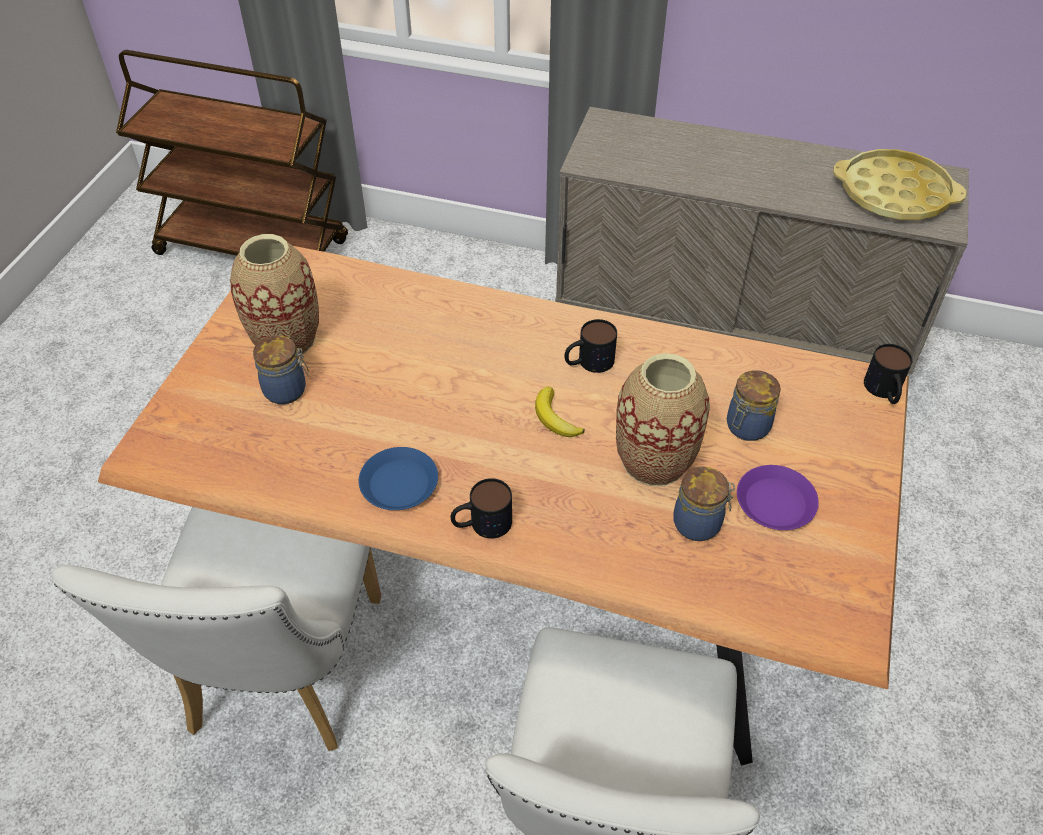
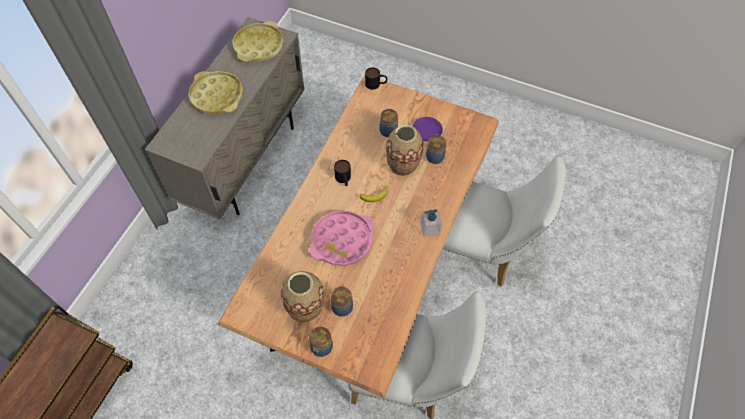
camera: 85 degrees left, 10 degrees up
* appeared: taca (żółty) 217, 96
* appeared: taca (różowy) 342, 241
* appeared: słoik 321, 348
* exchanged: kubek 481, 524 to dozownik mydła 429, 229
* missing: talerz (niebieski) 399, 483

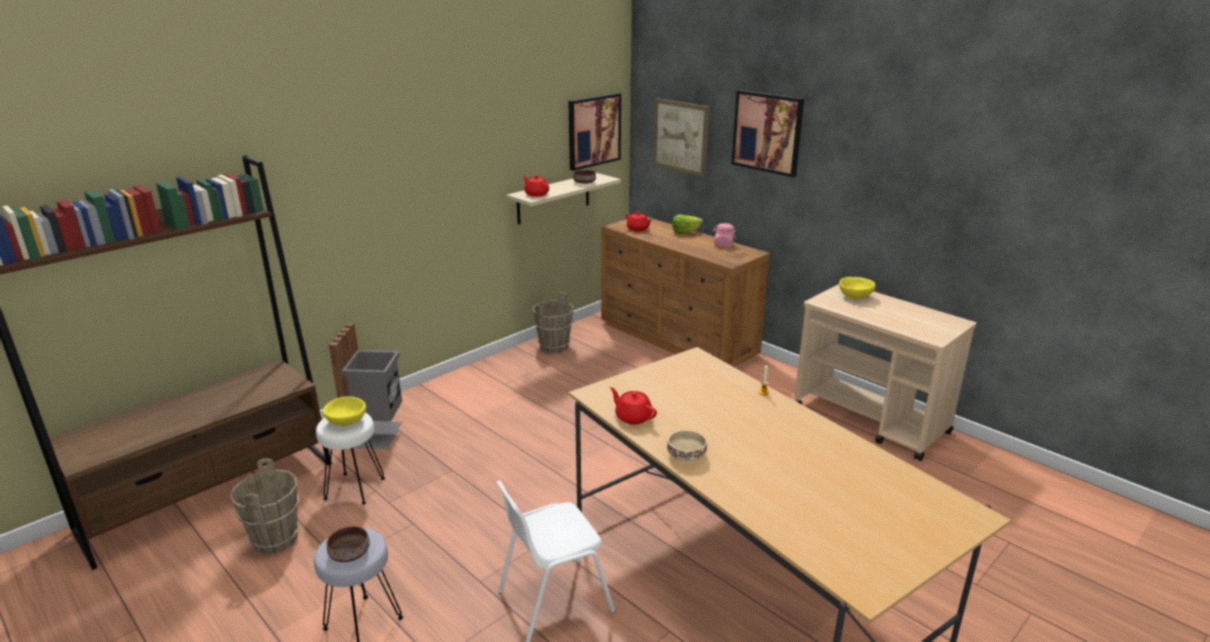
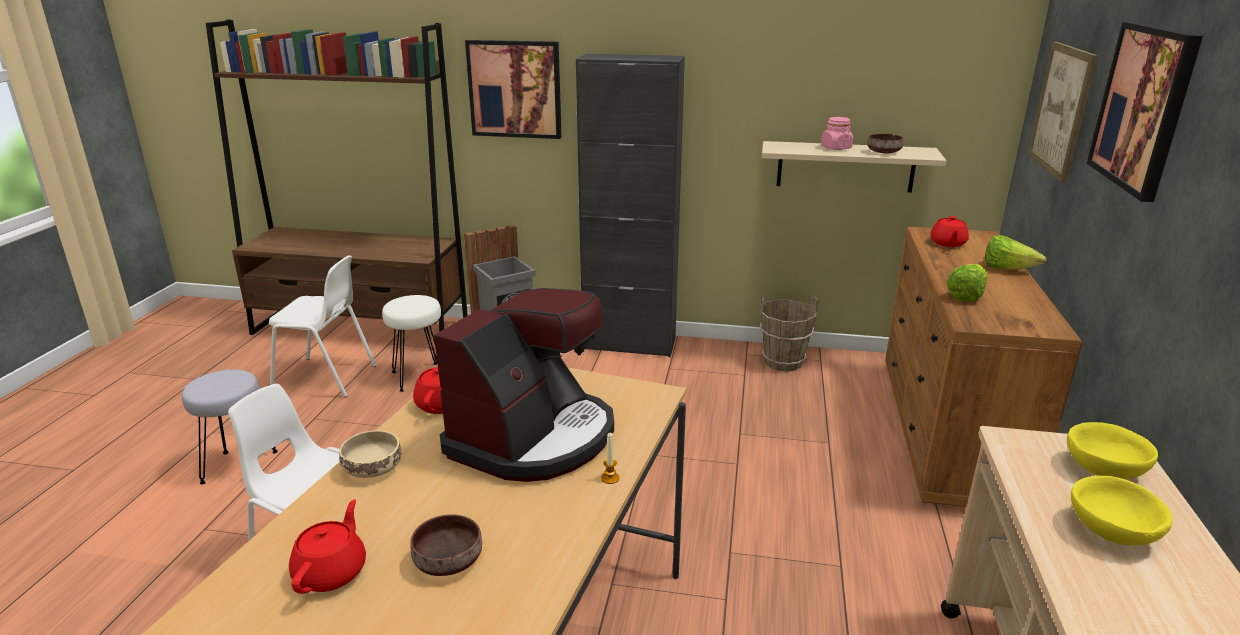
camera: 55 degrees right, 0 degrees up
* exchanged: wiadro (brązowy) 276, 539 to krzesło (biały) 326, 378
* relocated: imbryk (czerwony) 536, 194 to 332, 572
* relocated: miska (brązowy) 349, 553 to 448, 559
* appeared: ekspres do kawy 534, 437
* relocated: obraz 593, 131 to 515, 89
* appeared: szafka (czarny) 629, 344
* relocated: słoik (różowy) 723, 245 to 835, 148
* appeared: sałata 966, 295
* relocated: miska (żółty) 346, 422 to 1110, 532

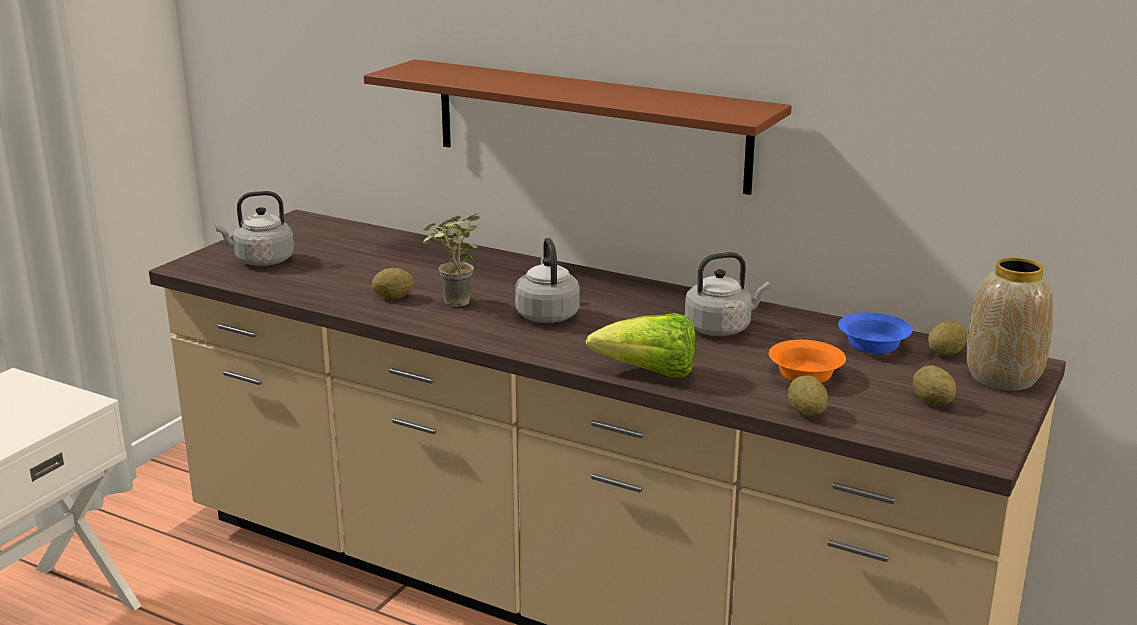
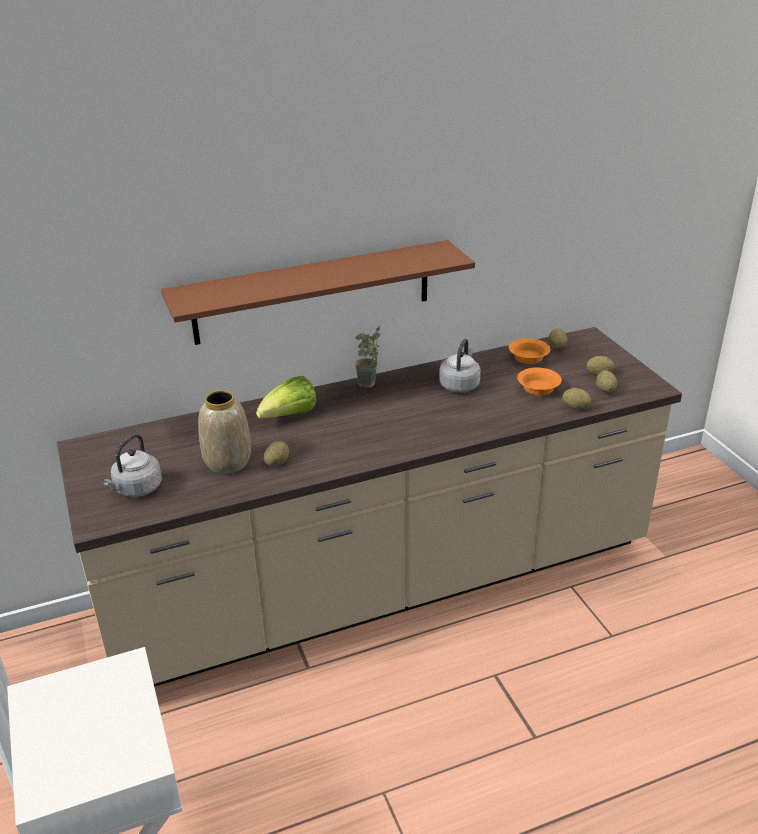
camera: 50 degrees left, 10 degrees up
* relocated: wazon 1003, 378 to 228, 463
* relocated: sałata 650, 374 to 289, 416
* relocated: roślina doniczkowa 452, 305 to 368, 386
* colour: miska (niebieski) 874, 345 to miska (pomarańczowy) 528, 358
* appeared: ziemniak 605, 390
* missing: czajnik (szary) 547, 314

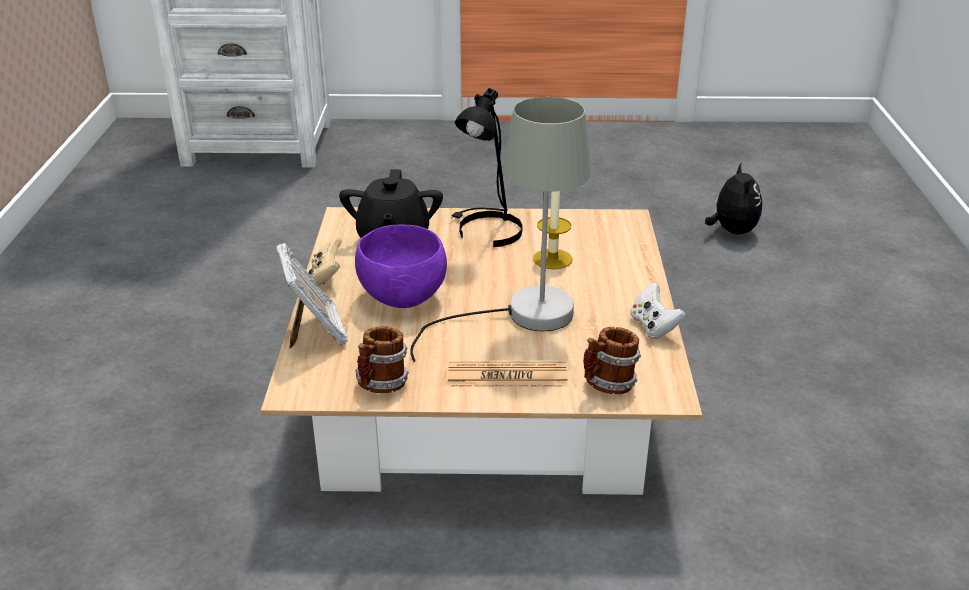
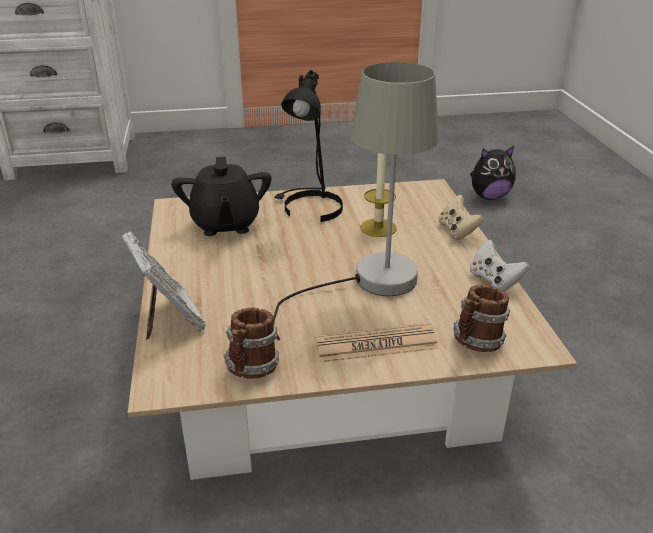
camera: 10 degrees left, 0 degrees up
* relocated: pad do gier (beżowy) 326, 276 to 457, 231
* spun: pluszak 731, 231 = 489, 196 90 degrees clockwise
* missing: miska (fioletowy) 402, 297

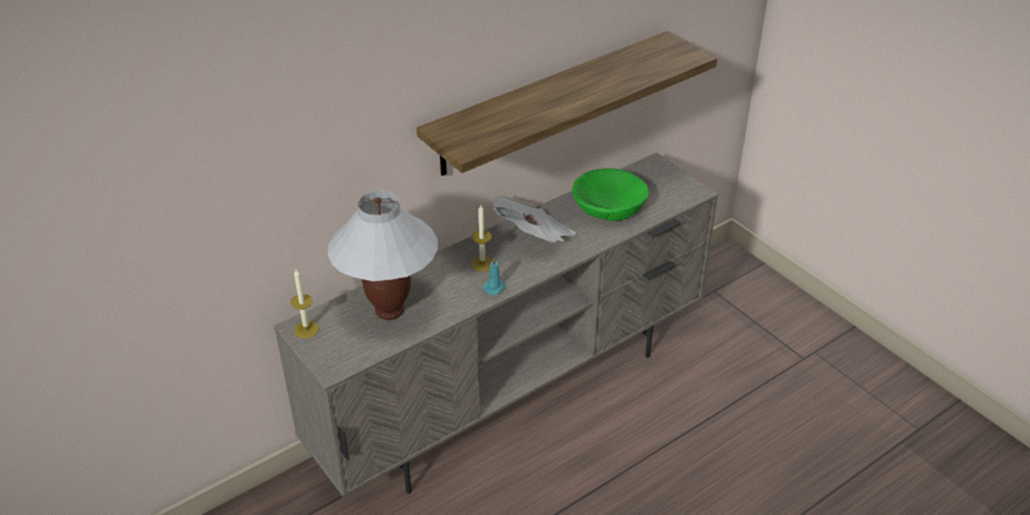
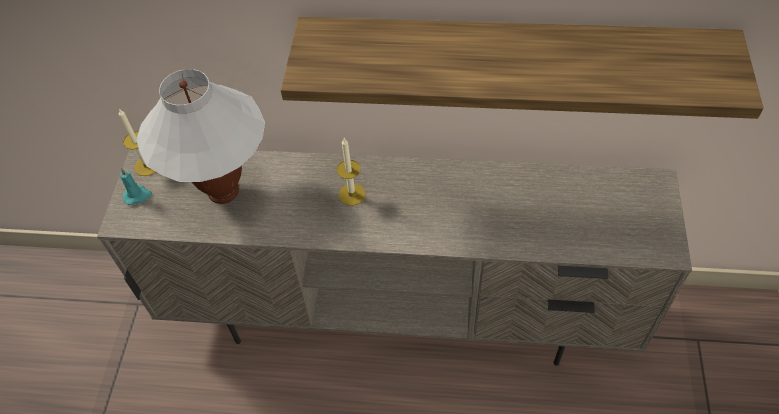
camera: 45 degrees right, 15 degrees up
* relocated: świeca (turkusowy) 495, 287 to 138, 196
* missing: gazeta 534, 237
* missing: miska (zielony) 609, 207

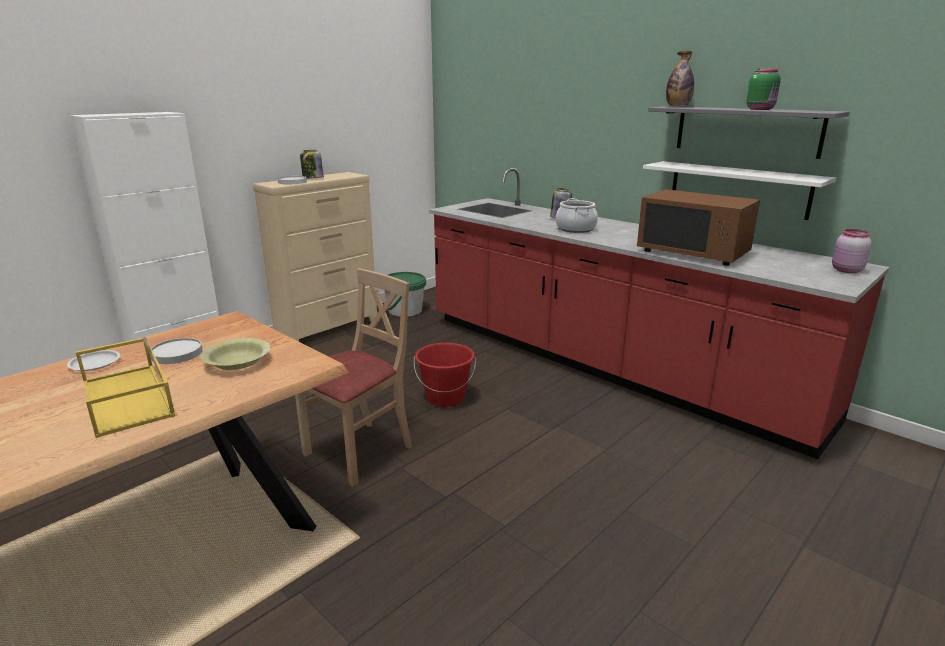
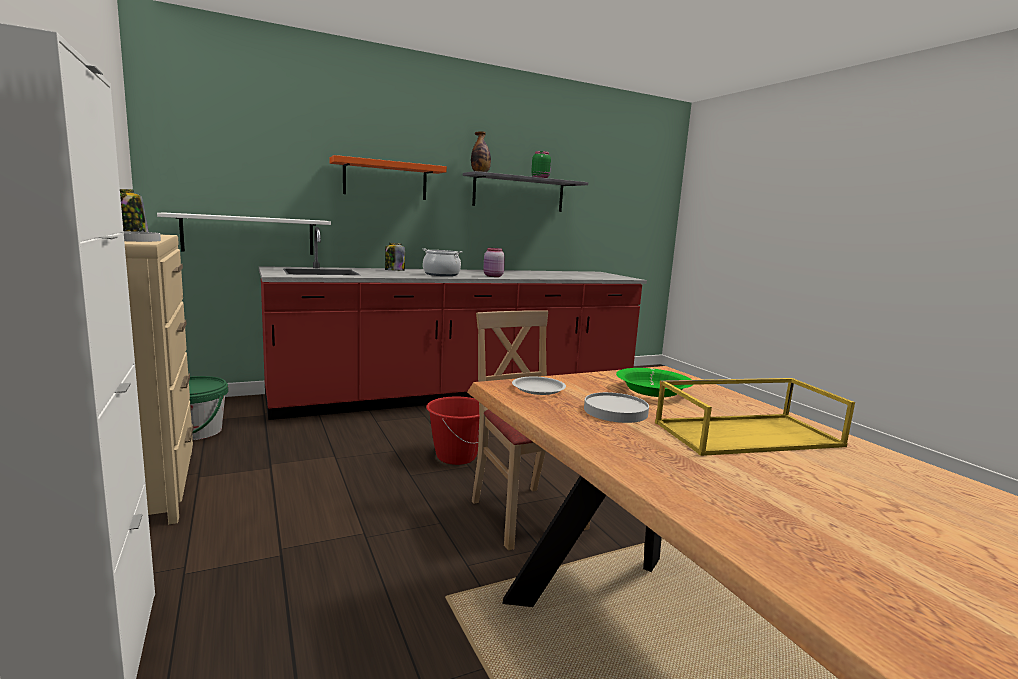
camera: 70 degrees left, 10 degrees down
* relocated: półka (biały) 738, 189 to 249, 235
* appeared: półka (pomarańczowy) 385, 180
* relocated: słoik (różowy) 846, 270 to 493, 276
* relocated: talerz (biały) 95, 364 to 539, 389
* colour: miska (żółty) 237, 362 to miska (zielony) 653, 391
* missing: mikrofalówka (brązowy) 693, 253

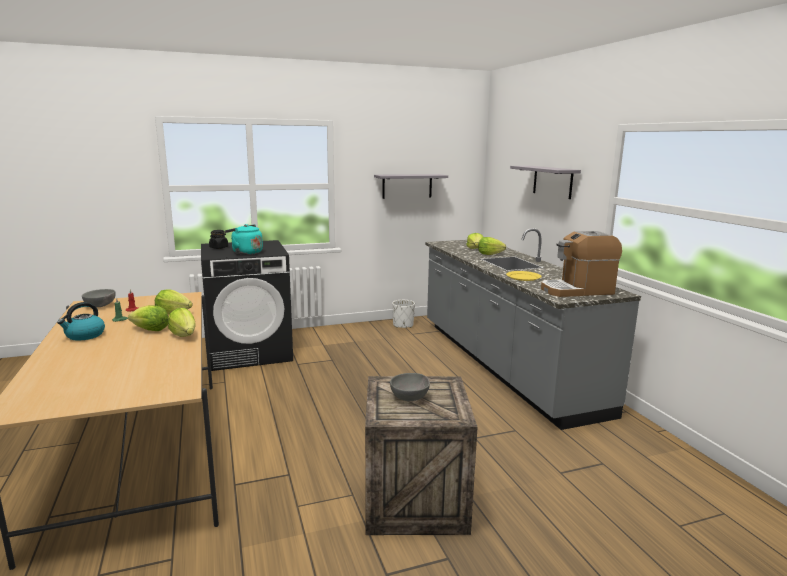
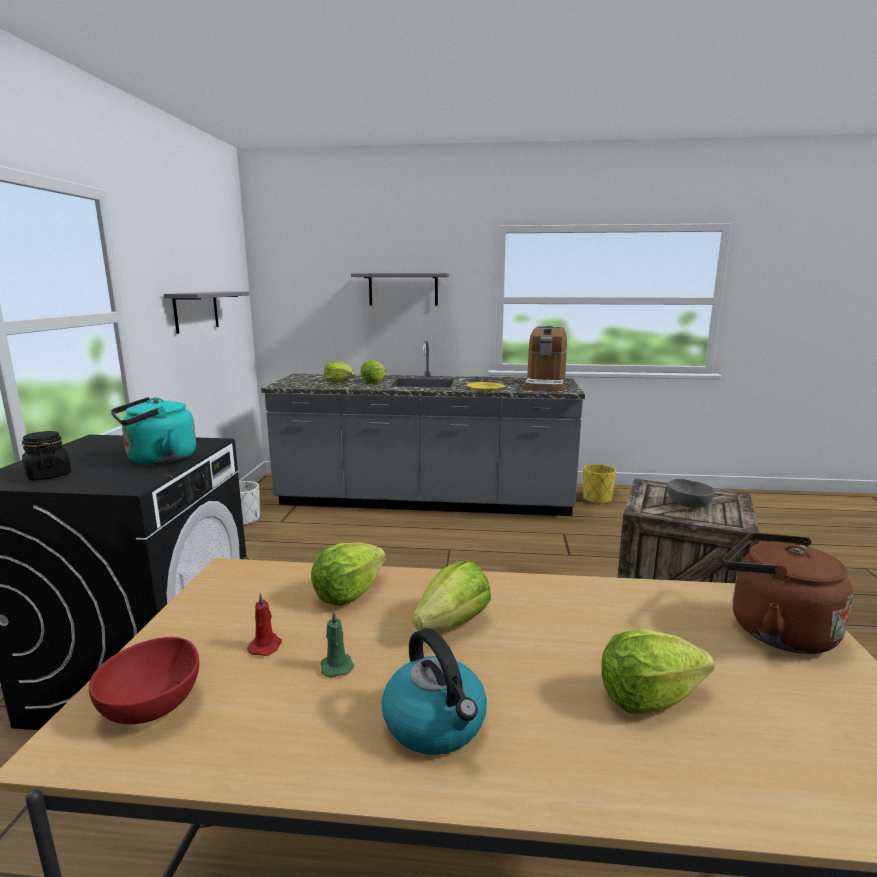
camera: 65 degrees left, 0 degrees up
* colour: miska (szary) 100, 306 to miska (czerwony) 155, 705
* appeared: donica (żółty) 597, 499
* relocated: sałata 184, 335 to 648, 697
* appeared: czajnik (brązowy) 774, 630

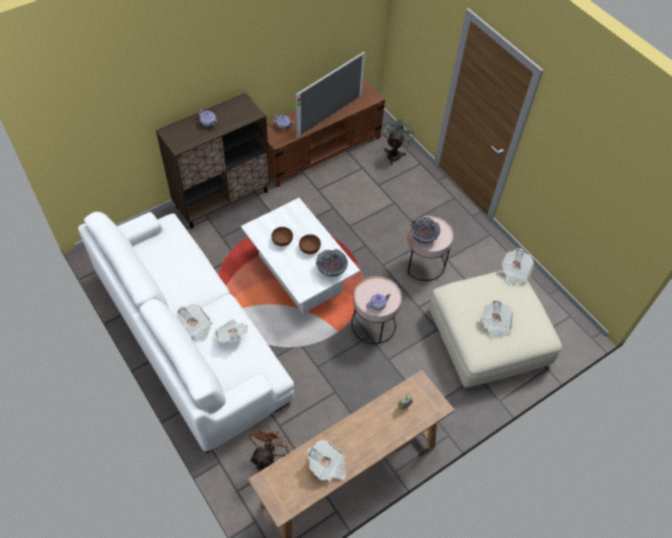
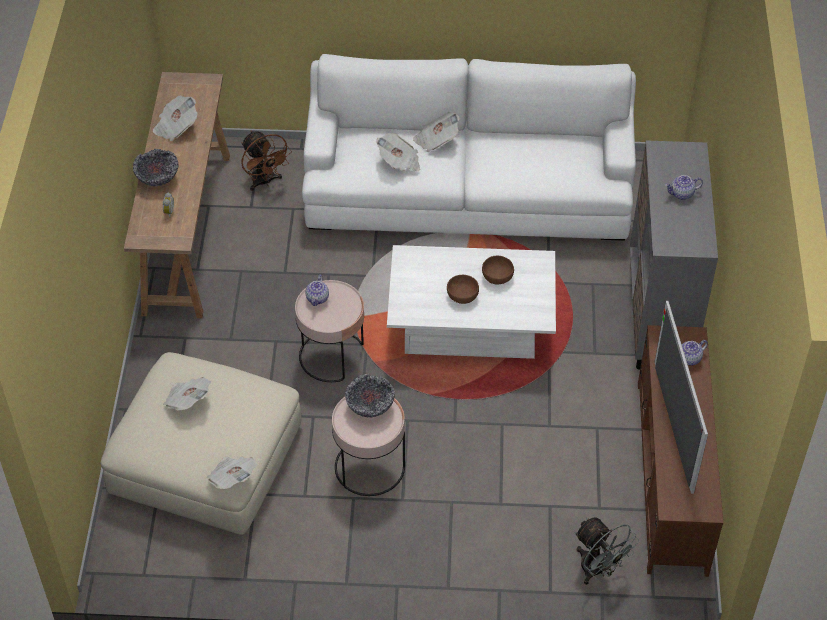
camera: 130 degrees right, 5 degrees down
* relocated: miska 331, 269 to 157, 179
* colour: szafka (brązowy) 222, 199 to szafka (szary) 659, 315

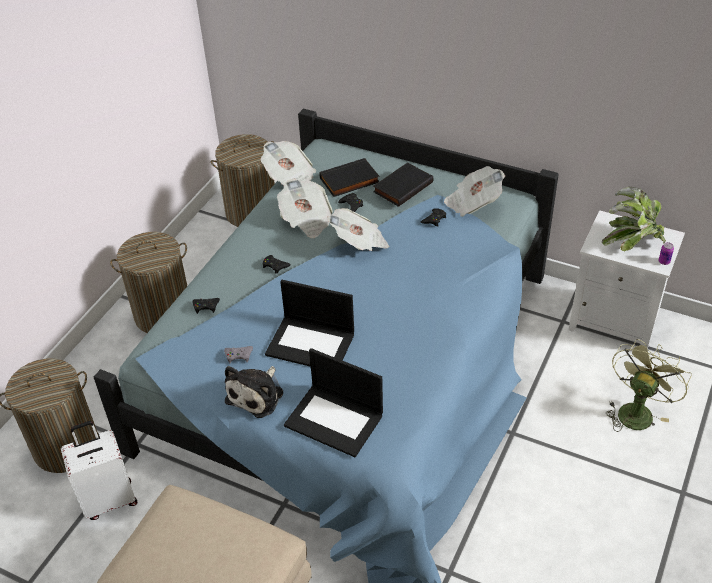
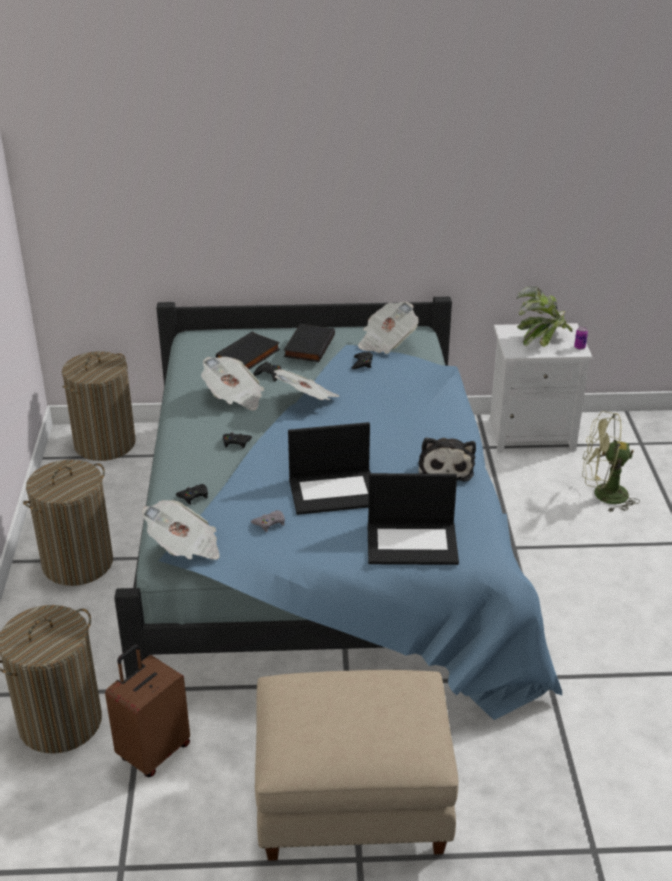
camera: 30 degrees left, 10 degrees down
* colour: walizka (biały) 109, 499 to walizka (brązowy) 153, 751
* relocated: gazeta 290, 177 to 185, 547
* relocated: pluszak 257, 395 to 445, 468
* spun: wentylator (zielony) 637, 410 = 602, 495 90 degrees counterclockwise

